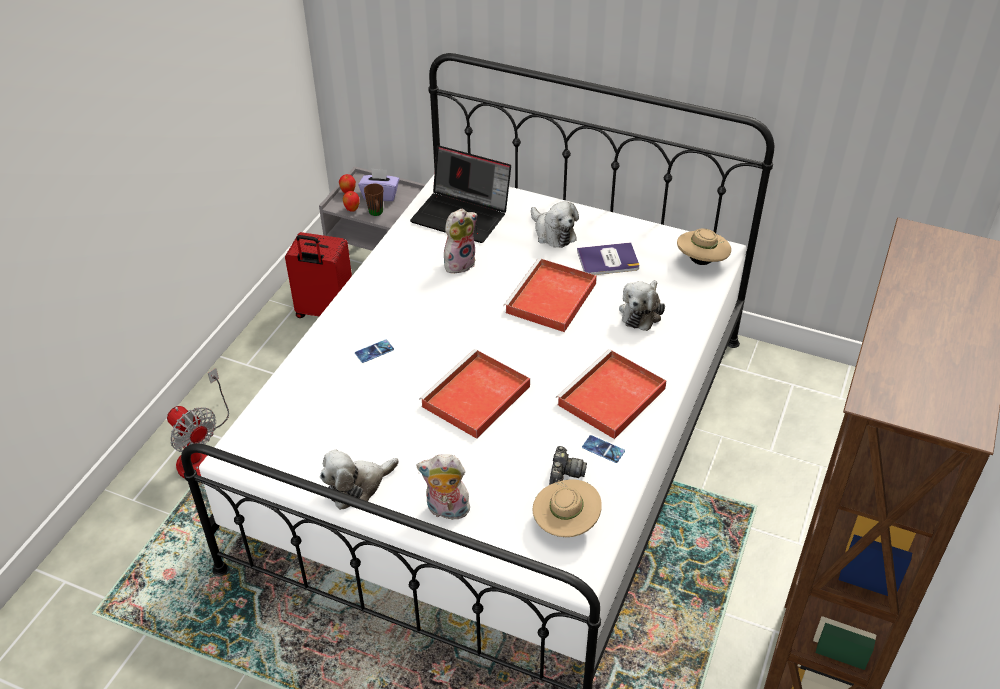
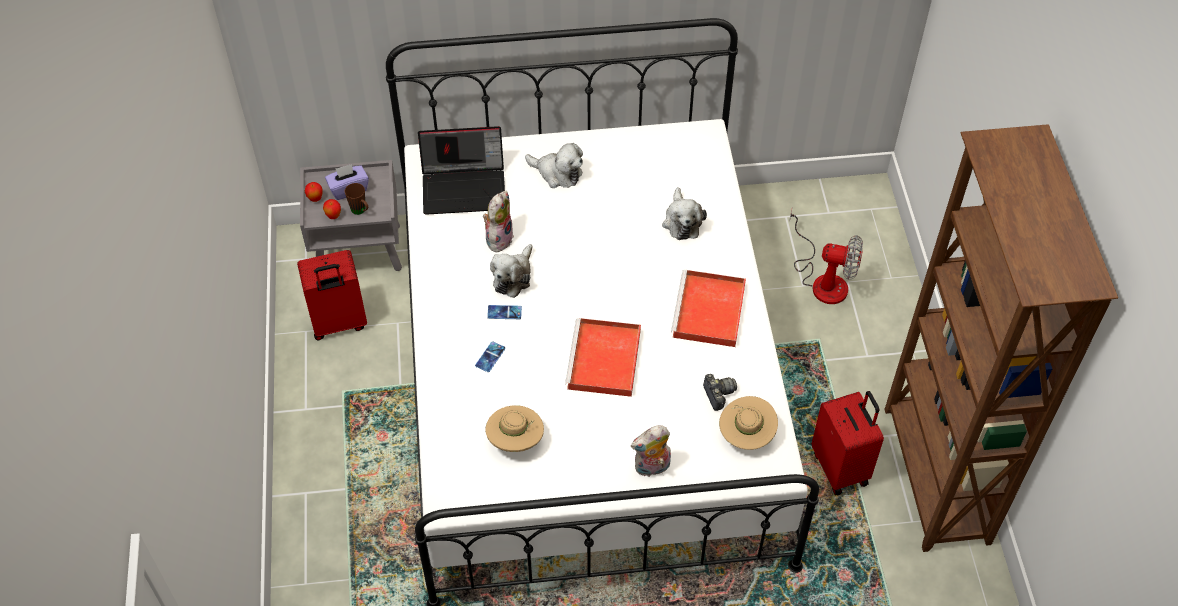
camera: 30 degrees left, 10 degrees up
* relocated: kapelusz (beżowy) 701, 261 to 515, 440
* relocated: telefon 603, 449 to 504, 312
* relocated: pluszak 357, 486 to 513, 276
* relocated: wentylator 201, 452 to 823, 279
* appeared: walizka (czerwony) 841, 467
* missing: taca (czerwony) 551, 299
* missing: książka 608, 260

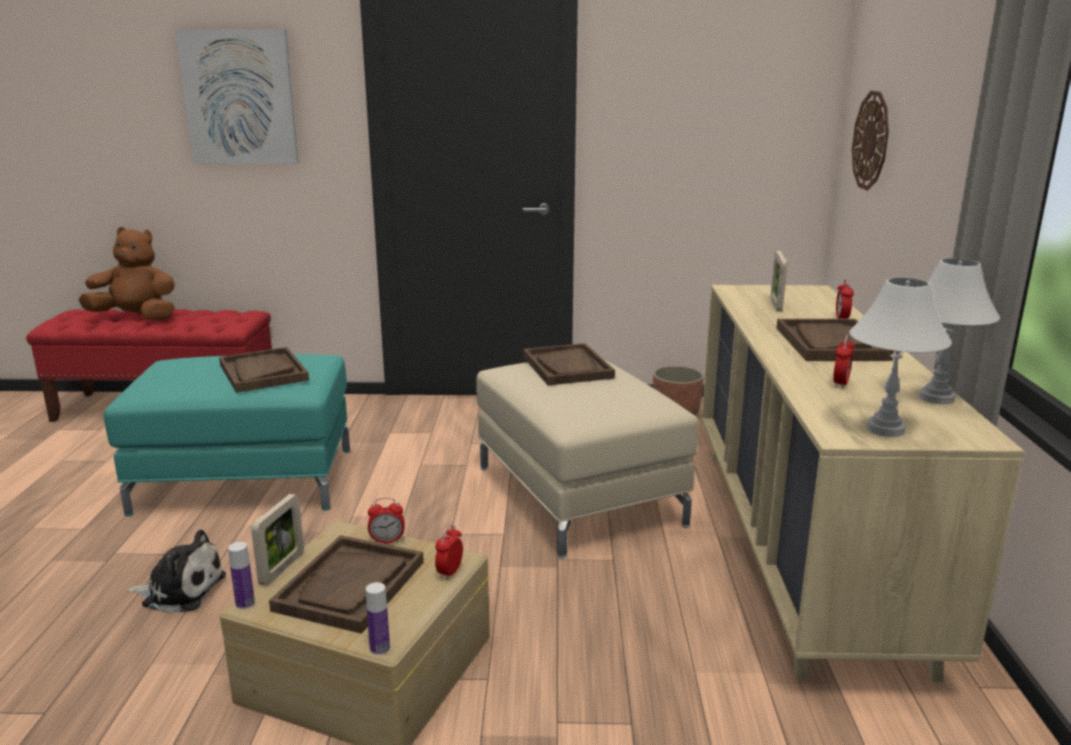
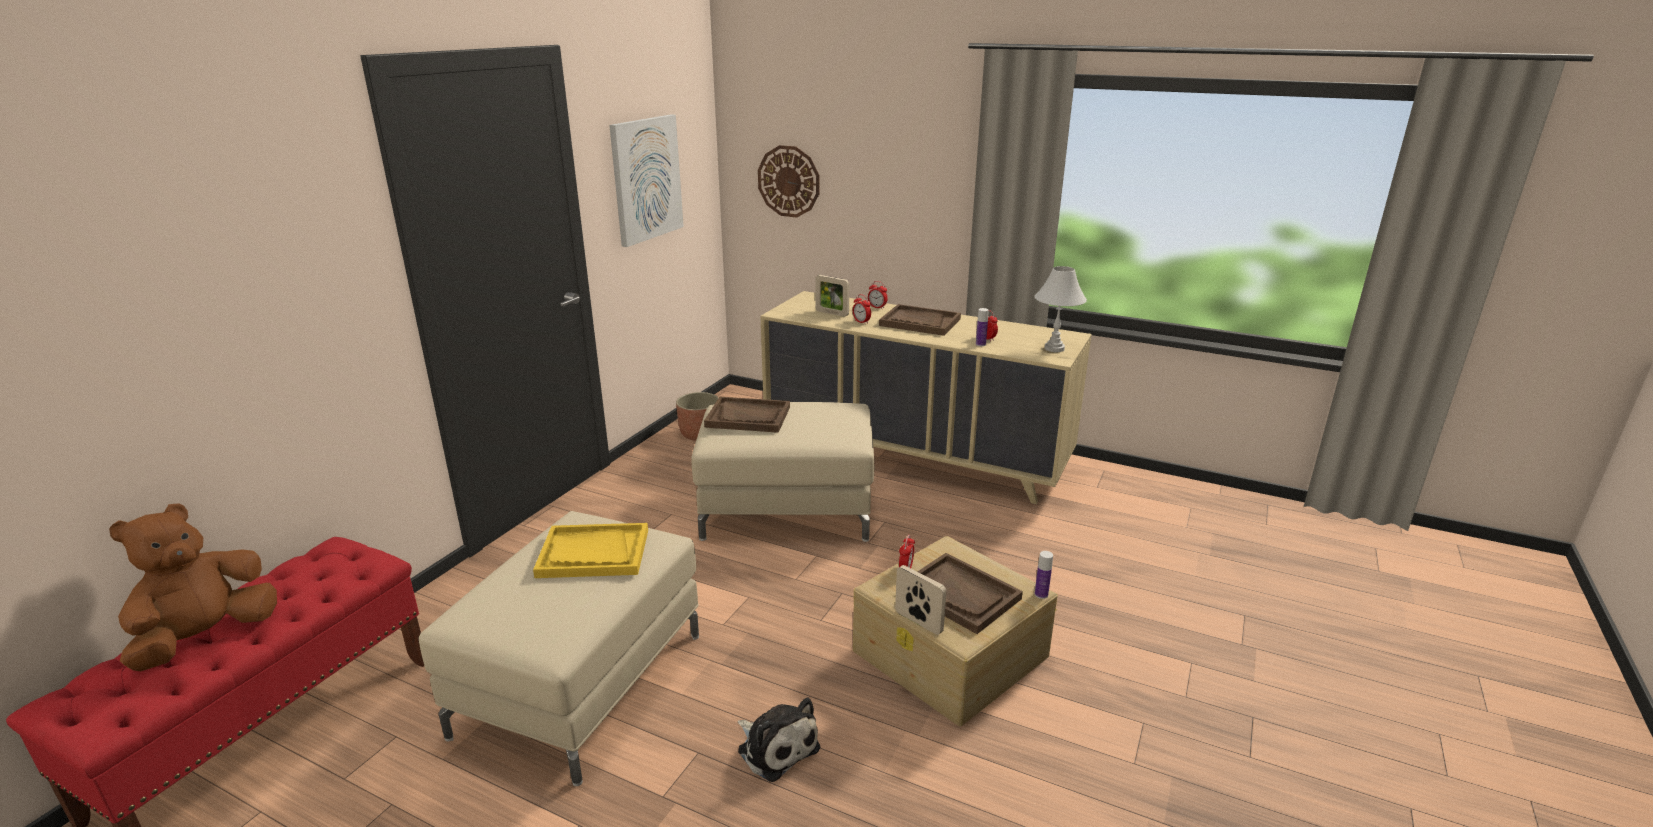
camera: 65 degrees left, 5 degrees up
* colour: pufa (turkusowy) 246, 480 to pufa (beżowy) 580, 682
* colour: taca (brązowy) 263, 372 to taca (żółty) 593, 553
* relocated: obraz 240, 97 to 646, 179
* spun: pluszak 180, 590 = 776, 747 105 degrees clockwise
* relocated: budzik 450, 572 to 861, 322
* relocated: butelka 245, 603 to 980, 344
* missing: lampa stołowa (biały) 937, 398

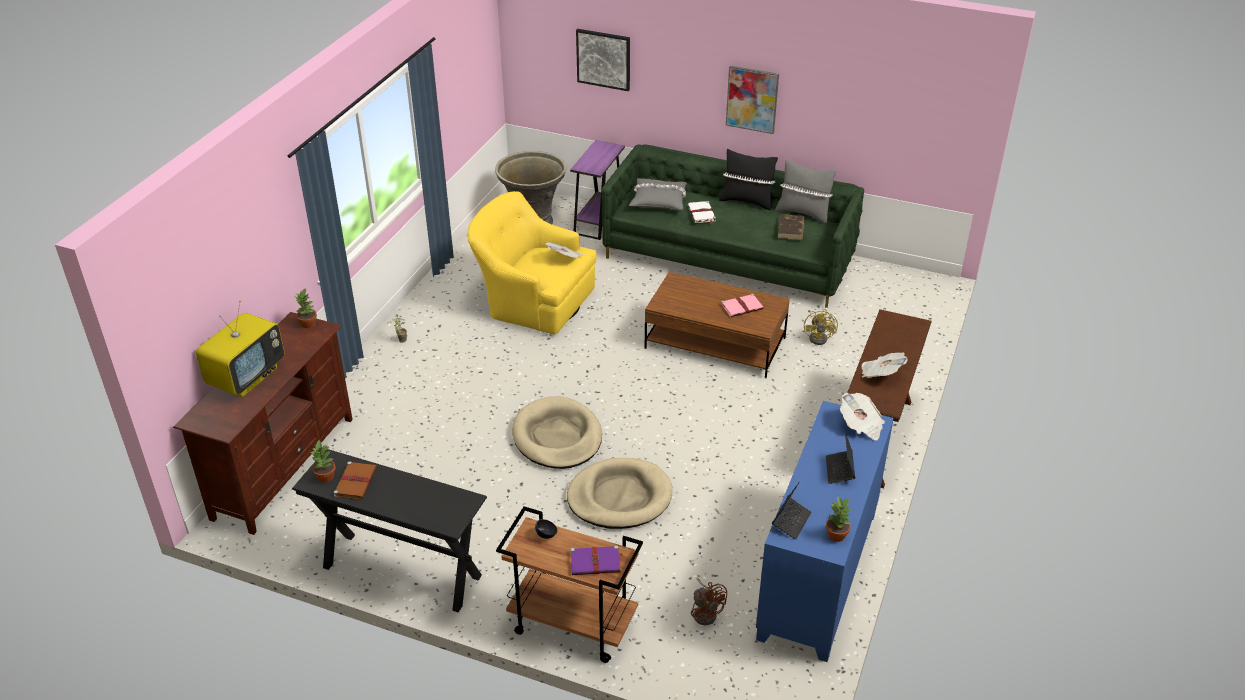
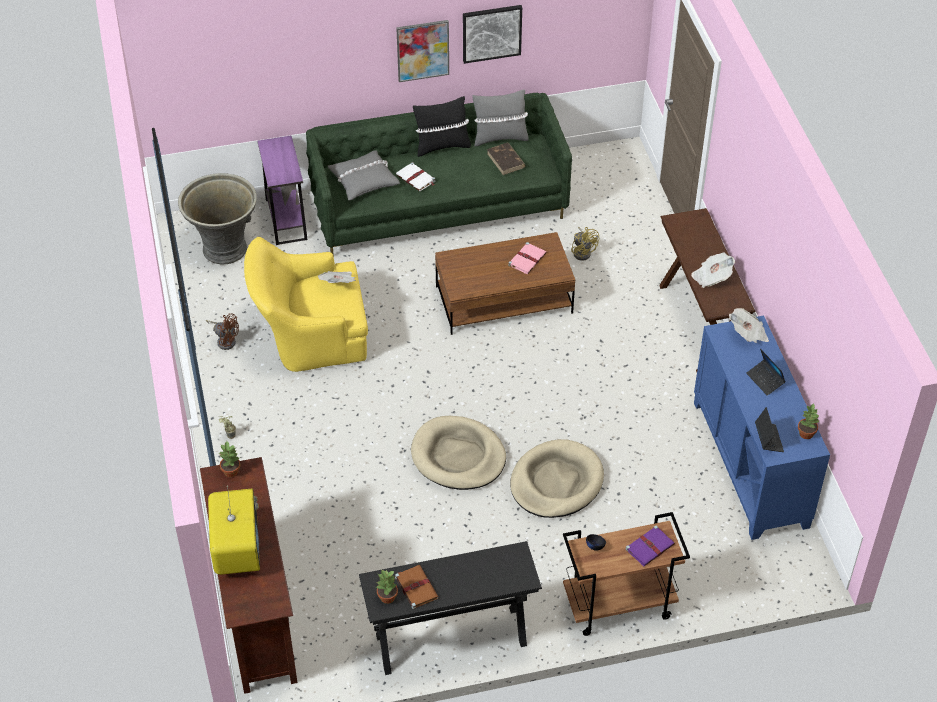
camera: 35 degrees left, 10 degrees up
* relocated: wentylator (brązowy) 705, 612 to 225, 340
* relocated: obraz 603, 59 to 491, 33

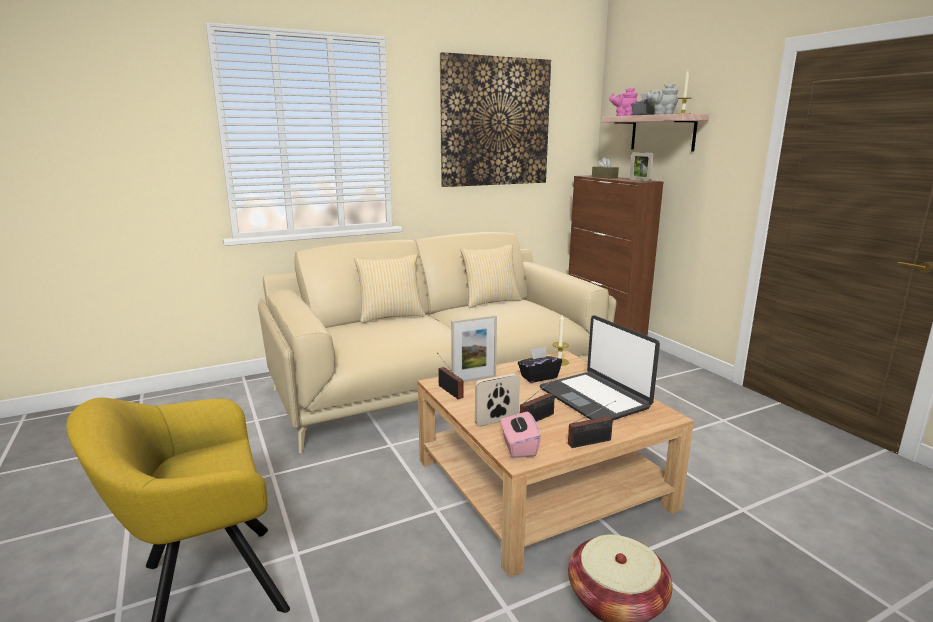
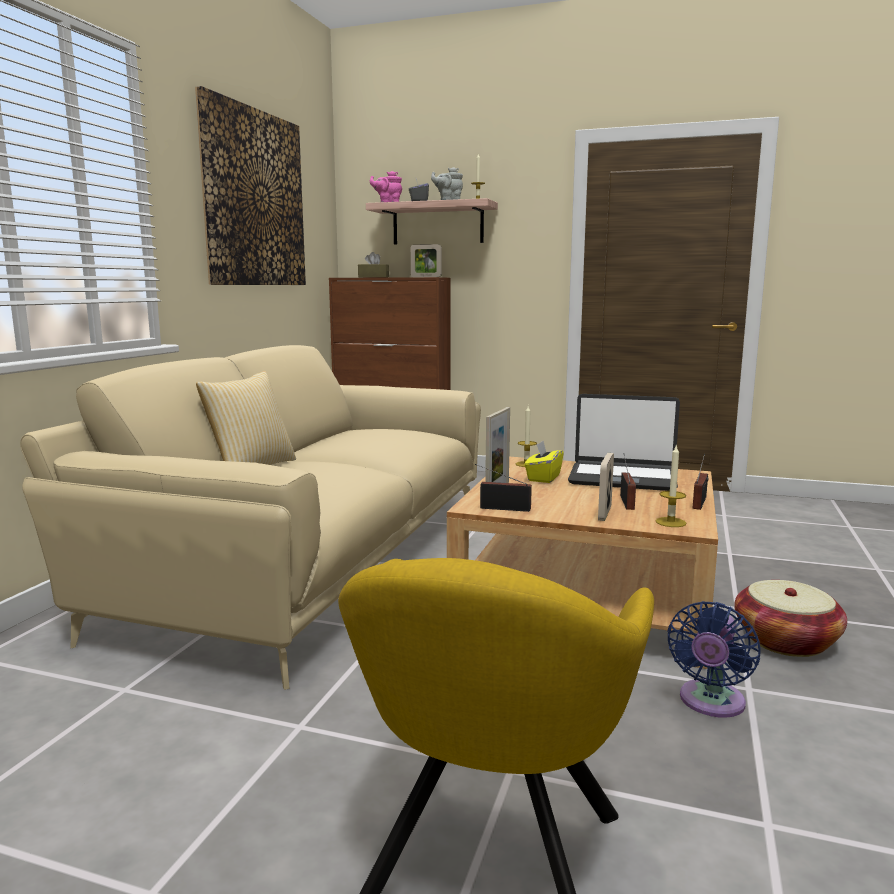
camera: 45 degrees left, 5 degrees down
* colour: pudełko chusteczek (czarny) 538, 377 to pudełko chusteczek (żółty) 543, 478
* exchanged: pudełko chusteczek (różowy) 518, 447 to świeca 670, 522
* appeared: wentylator (niebieski) 710, 703
* missing: poduszka 490, 301

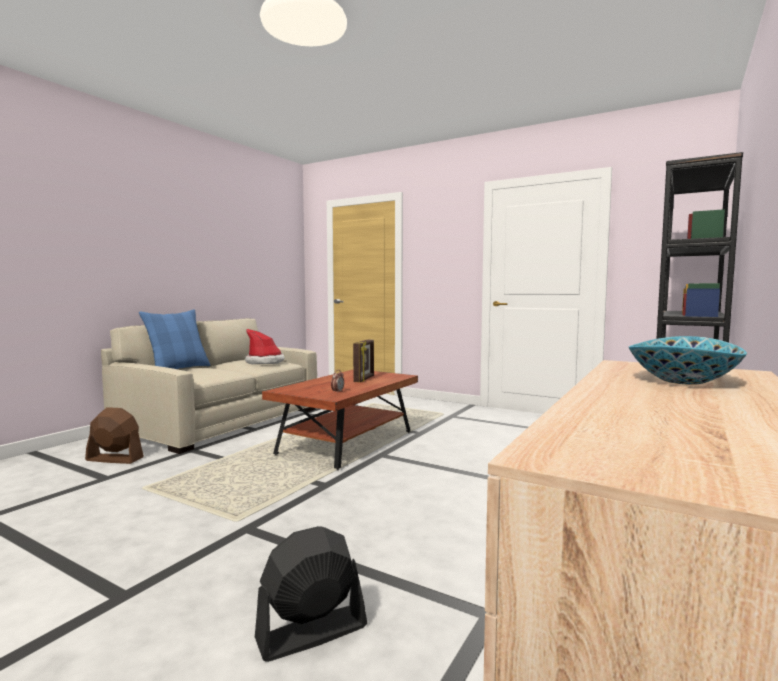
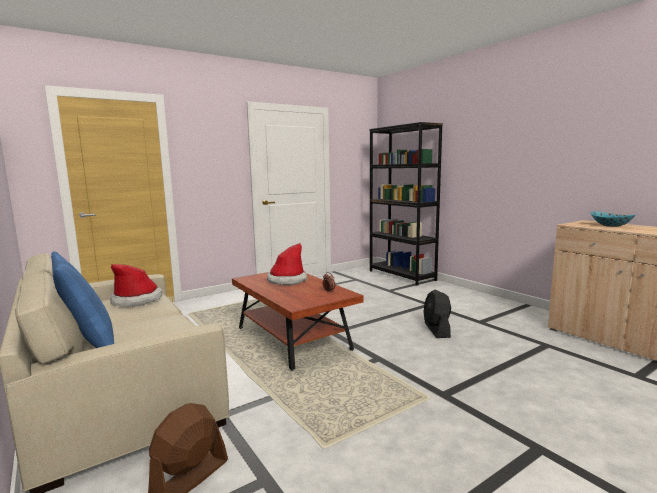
camera: 65 degrees left, 5 degrees up
* exchanged: ramka na zdjęcie 364, 379 to kapelusz 287, 280
* relocated: wentylator (czarny) 311, 632 to 436, 330

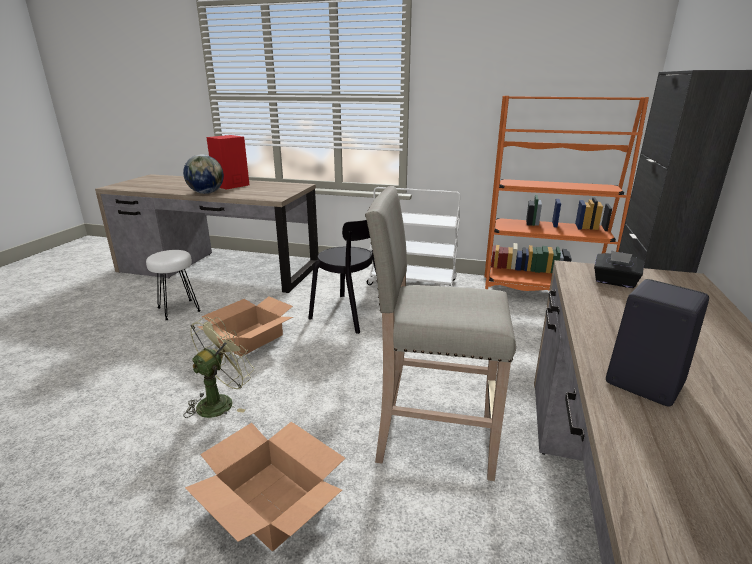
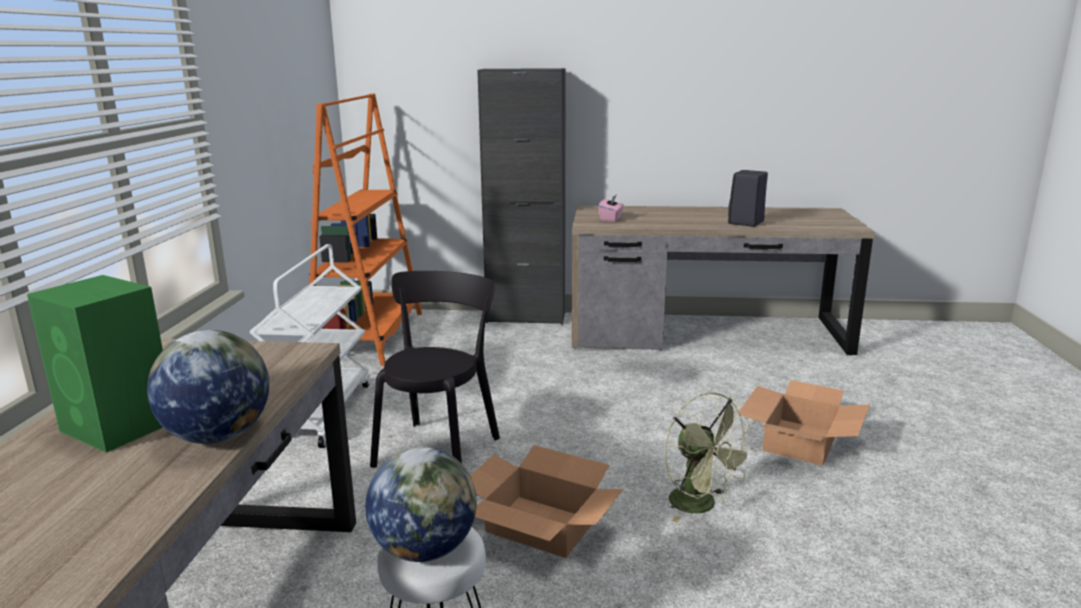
camera: 100 degrees left, 5 degrees down
* colour: głośnik (czerwony) 230, 185 to głośnik (zielony) 119, 427
* appeared: globus 425, 549
* colour: pudełko chusteczek (czarny) 615, 282 to pudełko chusteczek (różowy) 611, 219
* spun: wentylator (zielony) 221, 401 = 701, 506 150 degrees counterclockwise
* missing: stołek (beżowy) 432, 438

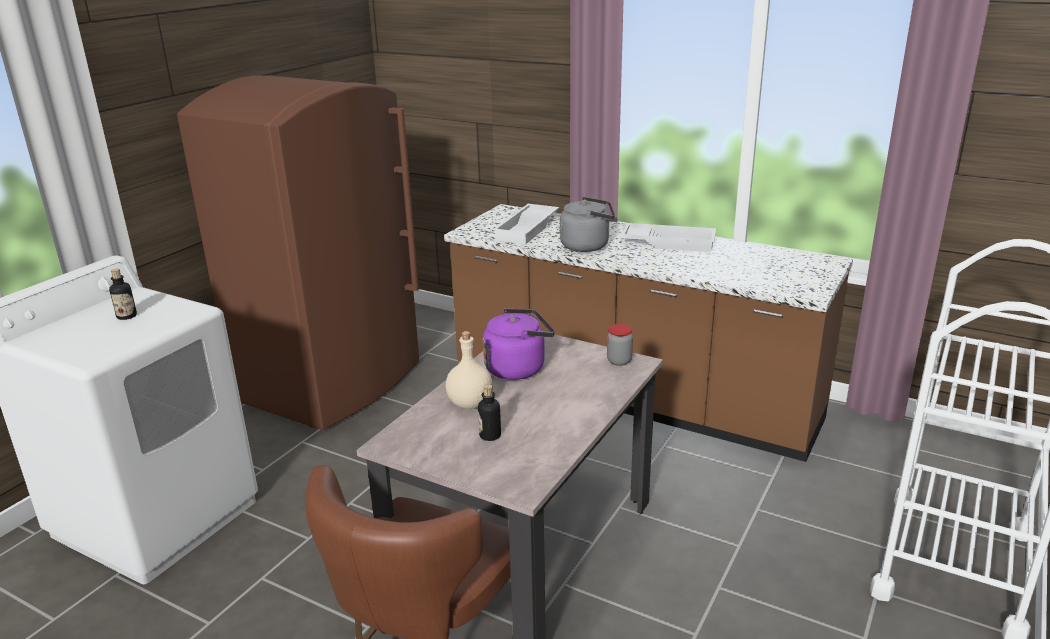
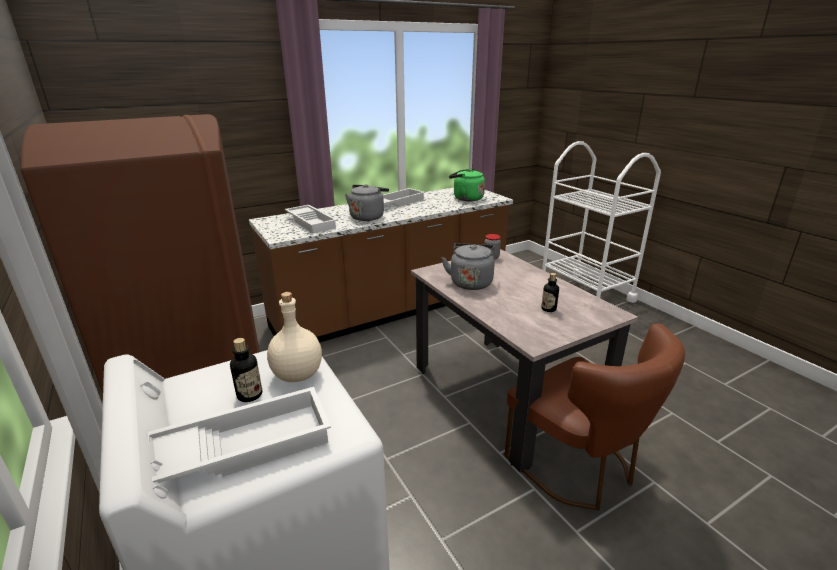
camera: 60 degrees left, 0 degrees up
* appeared: taca (biały) 243, 445
* relocated: butelka (beżowy) 469, 404 to 297, 375
* colour: czajnik (fioletowy) 518, 368 to czajnik (szary) 471, 282
* appeared: czajnik (zielony) 466, 198

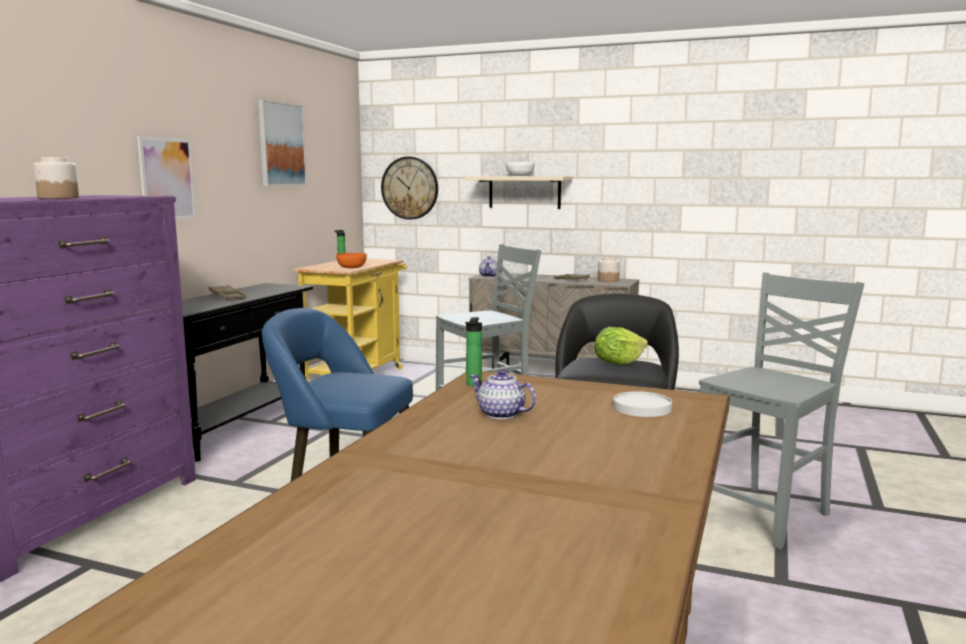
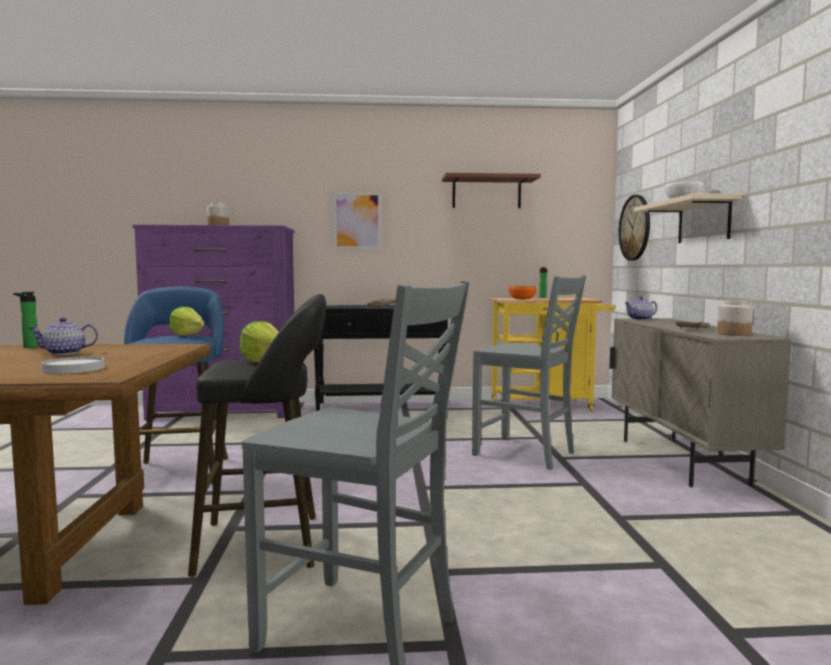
camera: 65 degrees right, 5 degrees down
* relocated: butelka 473, 385 to 28, 347
* spun: imbryk 501, 414 = 65, 353 120 degrees counterclockwise
* appeared: sałata 187, 335
* exchanged: obraz 281, 144 to półka (brązowy) 486, 193

